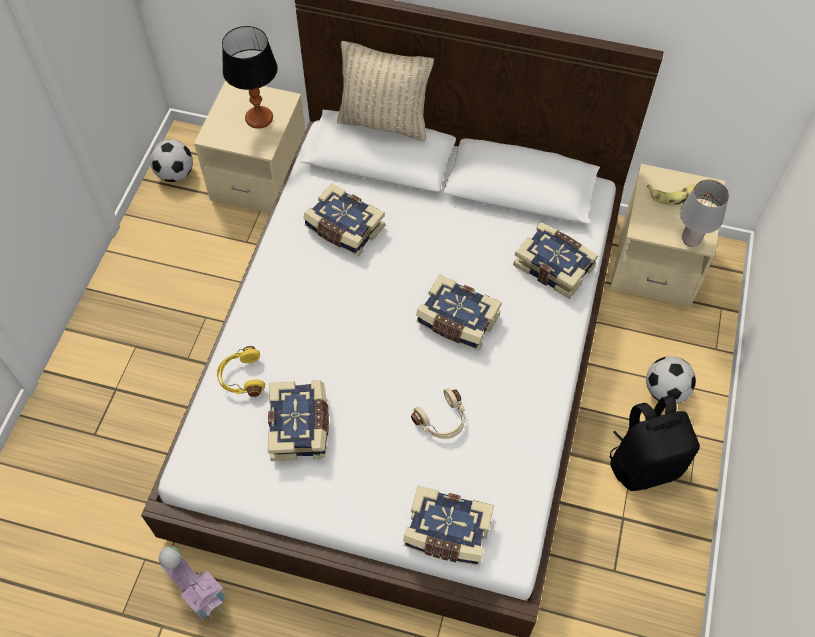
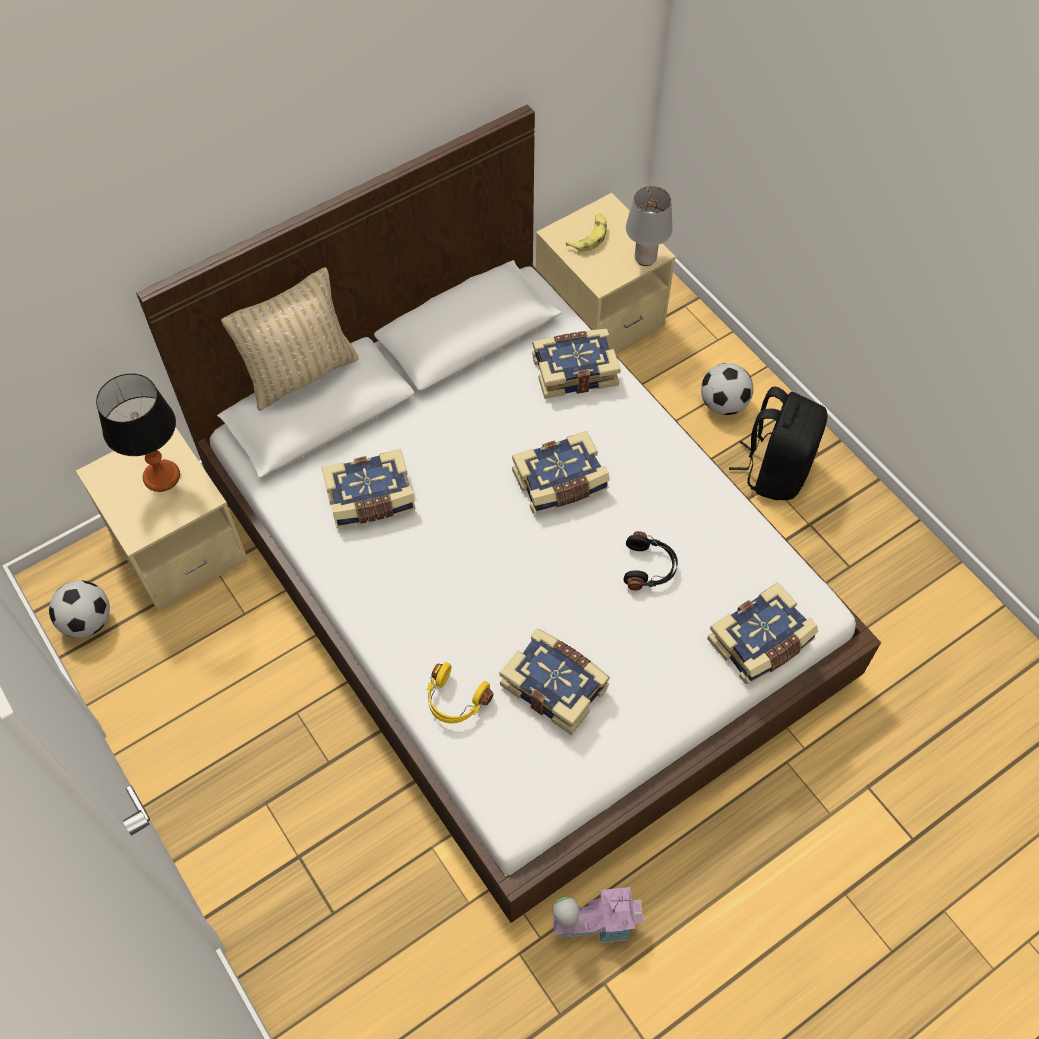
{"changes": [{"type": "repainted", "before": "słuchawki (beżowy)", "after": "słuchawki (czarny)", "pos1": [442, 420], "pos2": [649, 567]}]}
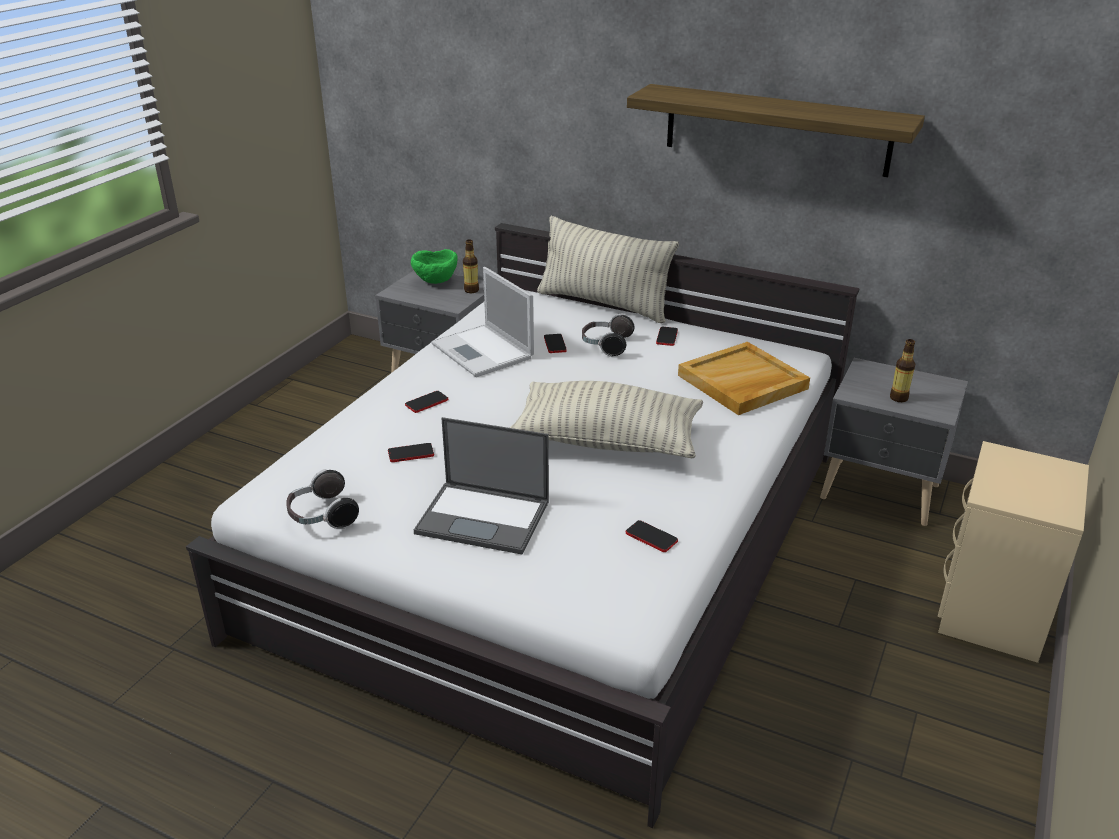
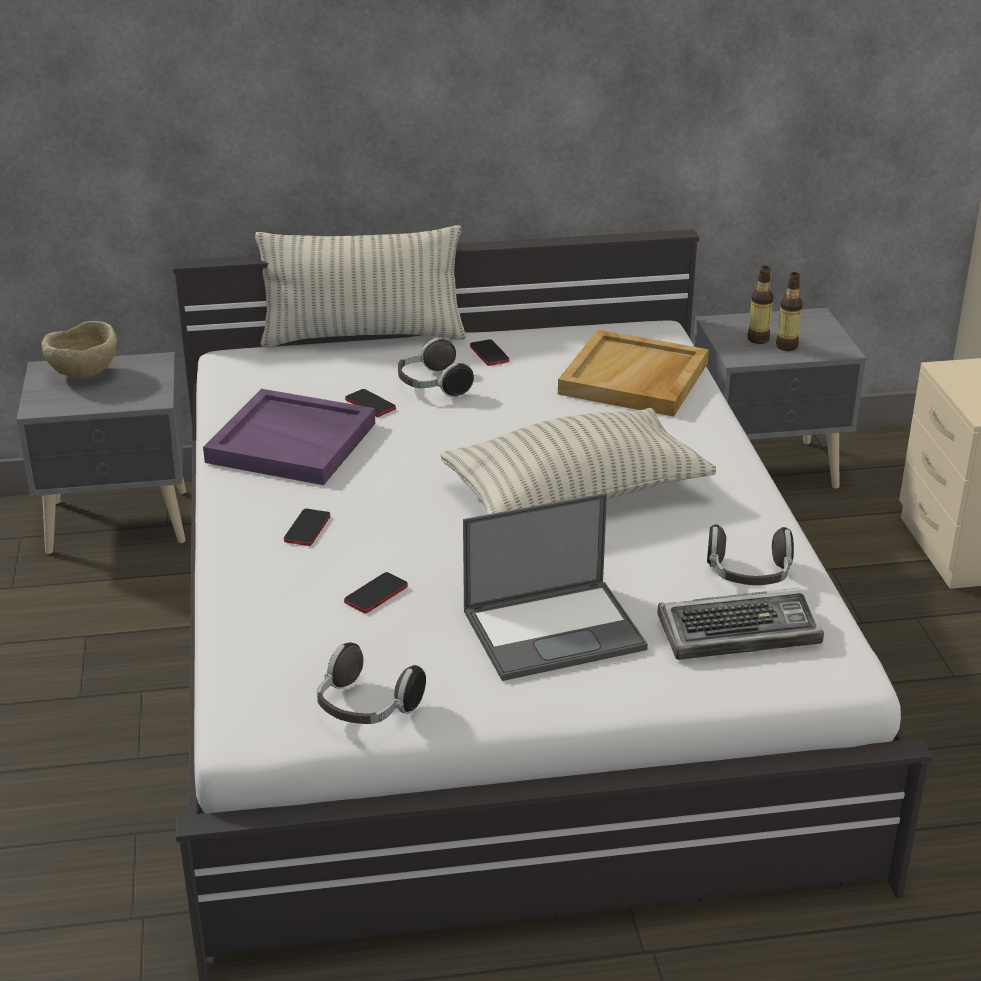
{"changes": [{"type": "repainted", "before": "miska (zielony)", "after": "miska (beżowy)", "pos1": [435, 283], "pos2": [84, 376]}, {"type": "swapped", "before": "laptop", "after": "taca (fioletowy)", "pos1": [483, 351], "pos2": [293, 442]}, {"type": "new", "after": "klawiatura", "pos2": [740, 632]}, {"type": "swapped", "before": "telefon", "after": "słuchawki", "pos1": [651, 537], "pos2": [748, 576]}, {"type": "shifted", "before": "butelka", "pos1": [471, 290], "pos2": [758, 339]}, {"type": "gone", "before": "półka", "pos1": [776, 130]}]}
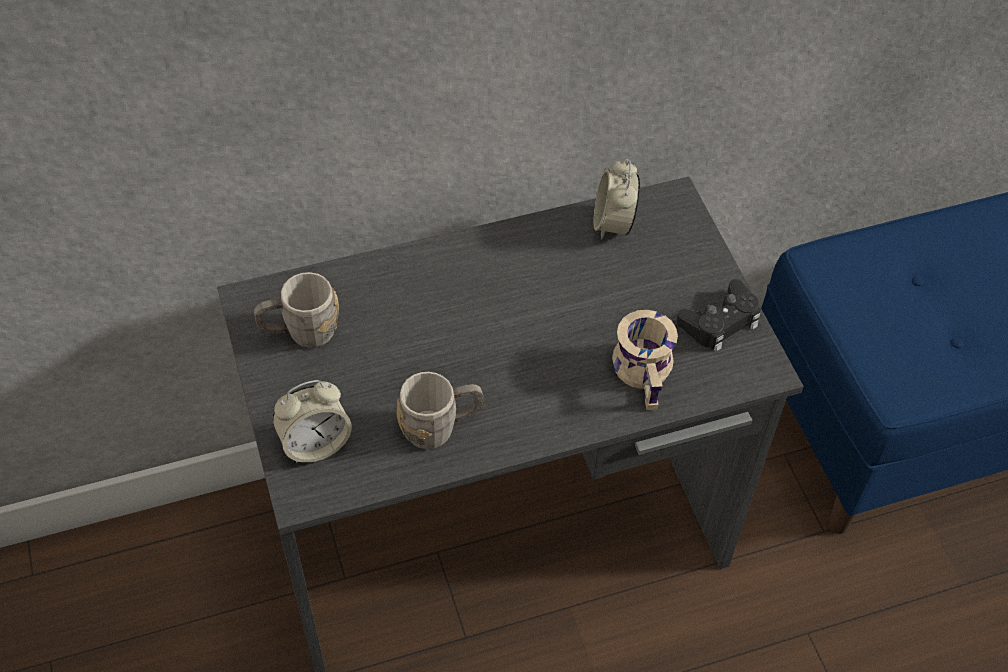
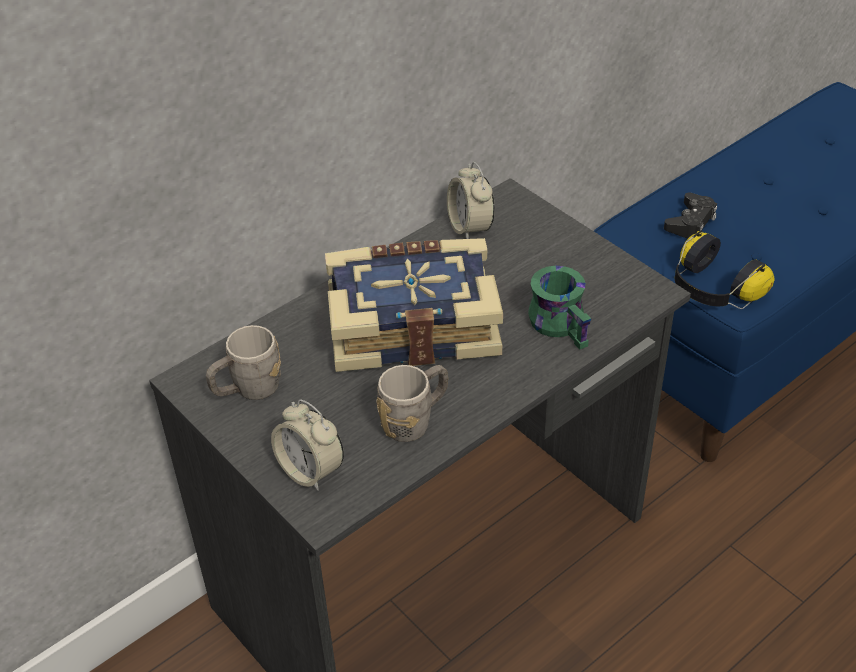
{"changes": [{"type": "rotated", "before": "budzik", "pos1": [315, 443], "pos2": [310, 471], "turn": 90}, {"type": "new", "after": "książka", "pos2": [412, 323]}, {"type": "repainted", "before": "kubek (beżowy)", "after": "kubek (zielony)", "pos1": [648, 373], "pos2": [564, 323]}, {"type": "shifted", "before": "pad do gier (czarny)", "pos1": [720, 322], "pos2": [691, 222]}, {"type": "new", "after": "słuchawki", "pos2": [712, 290]}]}
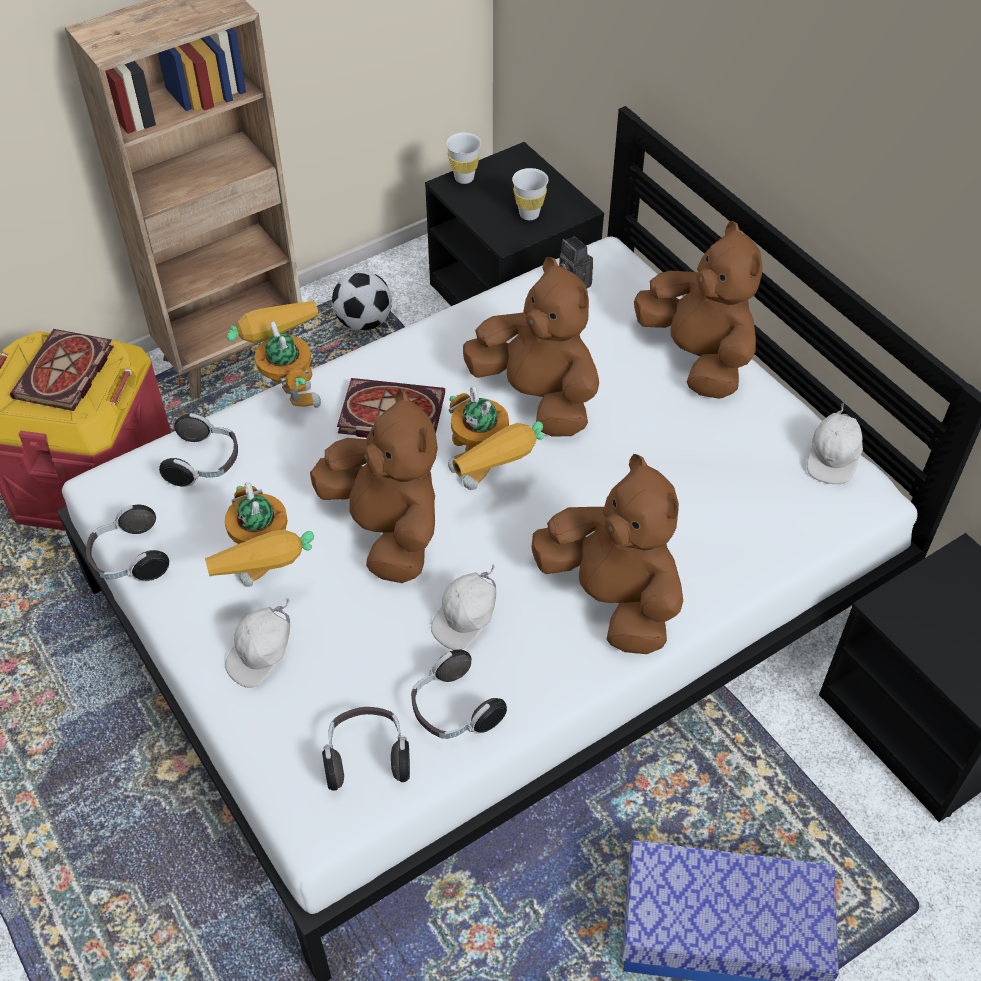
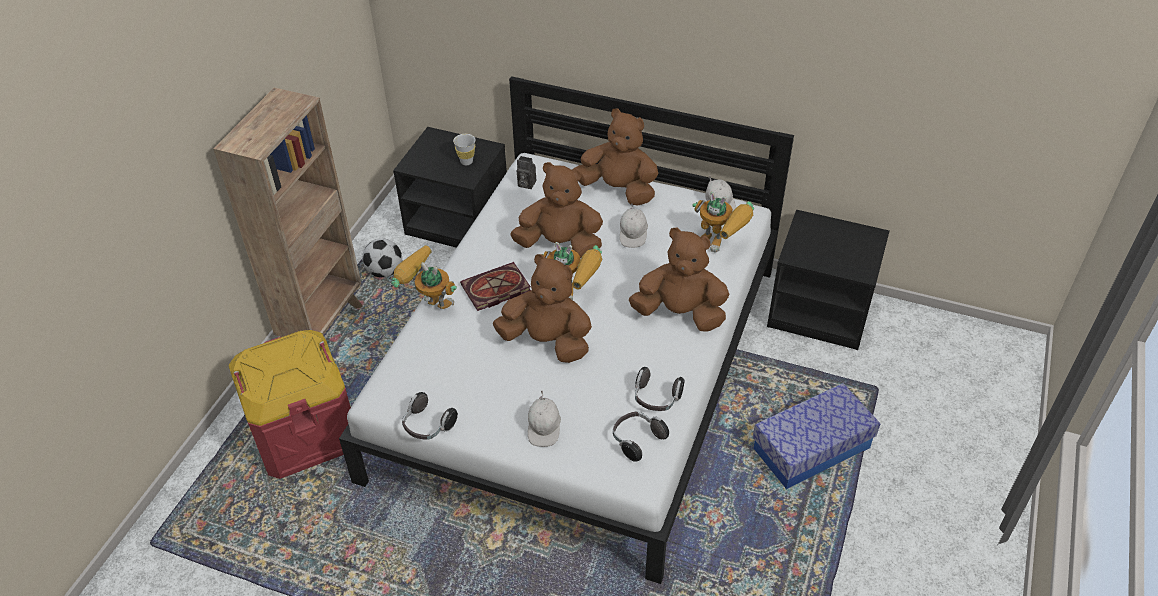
{"changes": [{"type": "shifted", "before": "czapka z daszkiem (biały)", "pos1": [467, 621], "pos2": [633, 234]}, {"type": "shifted", "before": "robot zabawkowy", "pos1": [267, 578], "pos2": [721, 245]}, {"type": "gone", "before": "książka", "pos1": [65, 375]}, {"type": "gone", "before": "słuchawki", "pos1": [205, 463]}, {"type": "gone", "before": "filiżanka (biały)", "pos1": [464, 178]}]}
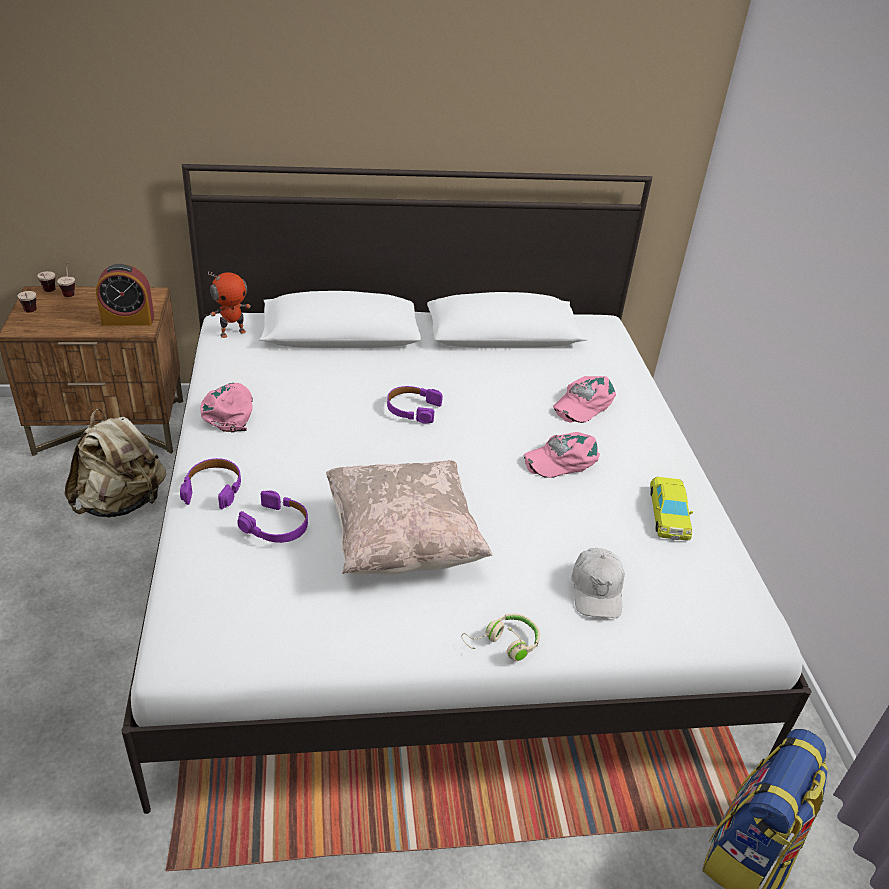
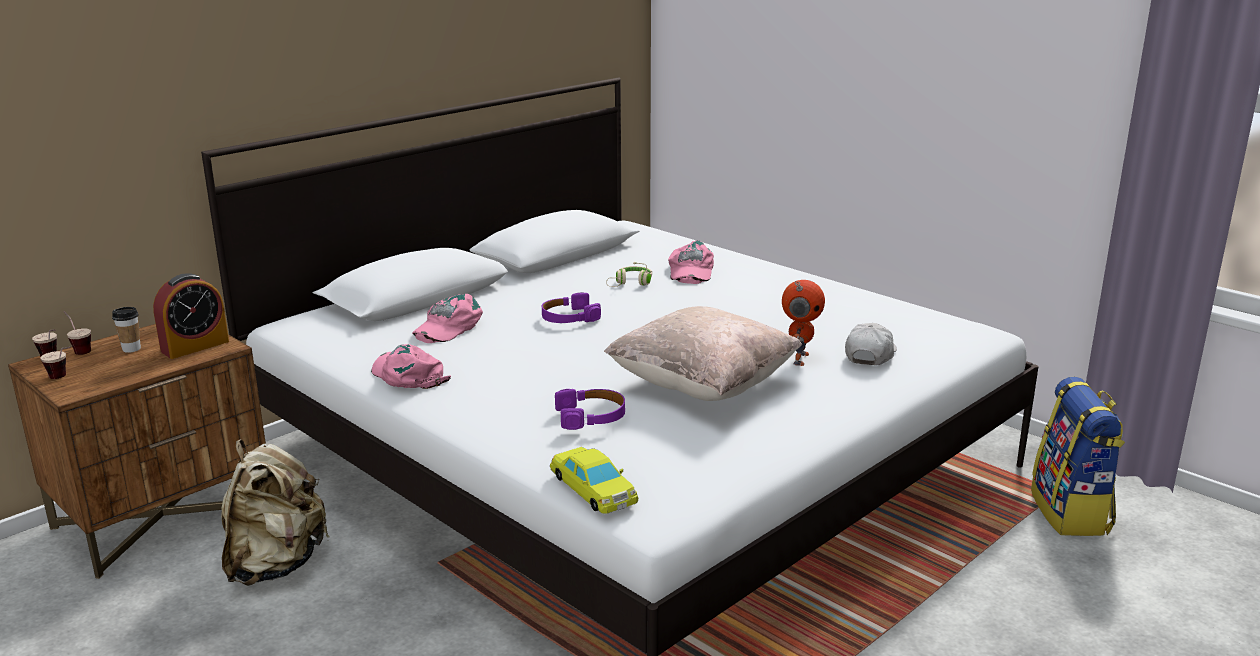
{"changes": [{"type": "new", "after": "filiżanka", "pos2": [131, 349]}, {"type": "shifted", "before": "czapka z daszkiem (różowy)", "pos1": [561, 459], "pos2": [448, 327]}, {"type": "shifted", "before": "samochodzik (żółty)", "pos1": [669, 513], "pos2": [593, 488]}, {"type": "shifted", "before": "słuchawki (beżowy)", "pos1": [504, 644], "pos2": [630, 283]}, {"type": "shifted", "before": "robot zabawkowy", "pos1": [232, 332], "pos2": [799, 358]}, {"type": "rotated", "before": "czapka z daszkiem (biały)", "pos1": [597, 590], "pos2": [870, 354], "turn": -120}, {"type": "gone", "before": "słuchawki (fioletowy)", "pos1": [213, 488]}]}
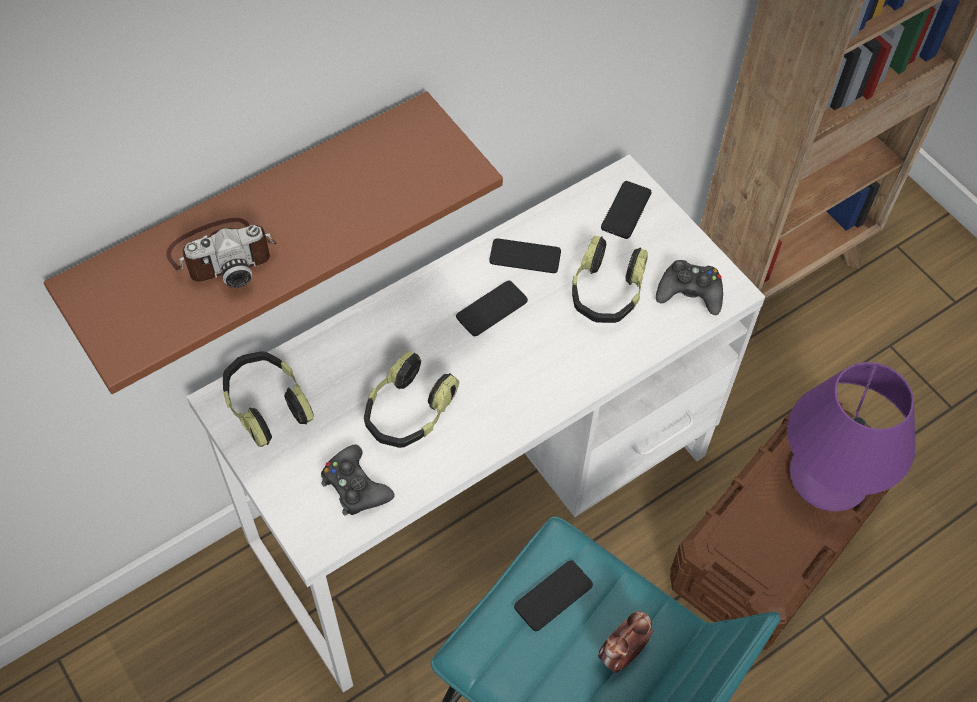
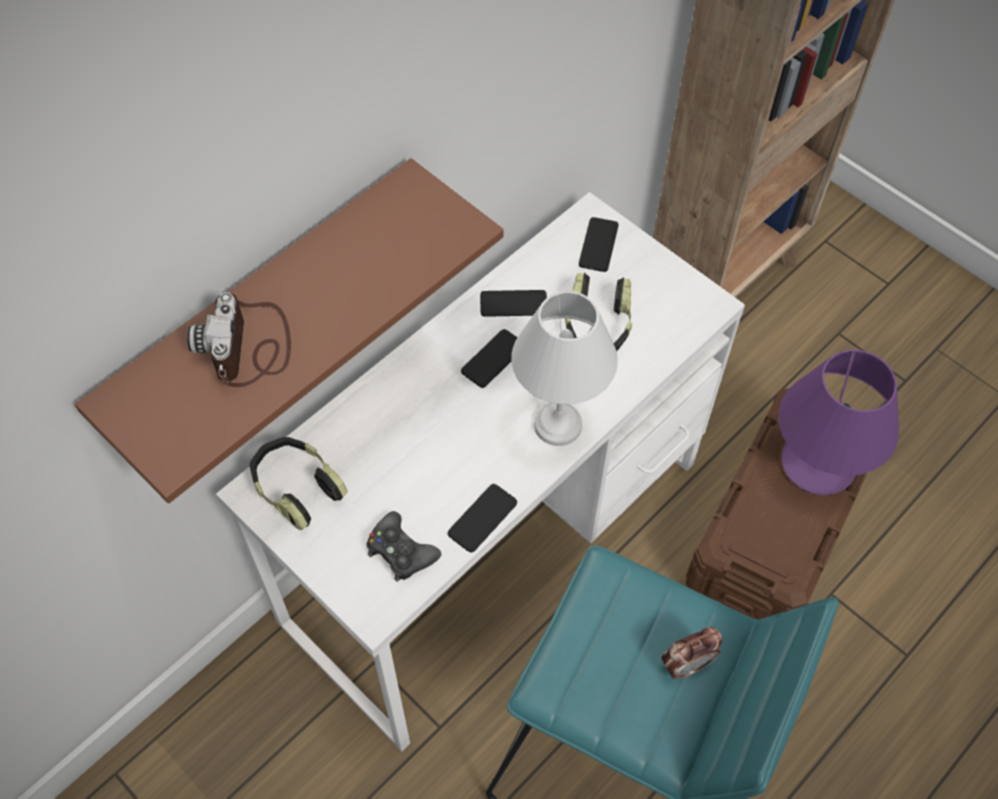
{"changes": [{"type": "rotated", "before": "aparat fotograficzny", "pos1": [223, 254], "pos2": [249, 347], "turn": 120}, {"type": "shifted", "before": "telefon", "pos1": [553, 596], "pos2": [482, 518]}, {"type": "new", "after": "lampa stołowa (biały)", "pos2": [560, 425]}, {"type": "rotated", "before": "budzik", "pos1": [622, 654], "pos2": [686, 664], "turn": -150}, {"type": "gone", "before": "słuchawki", "pos1": [408, 412]}, {"type": "gone", "before": "pad do gier (czarny)", "pos1": [690, 292]}]}
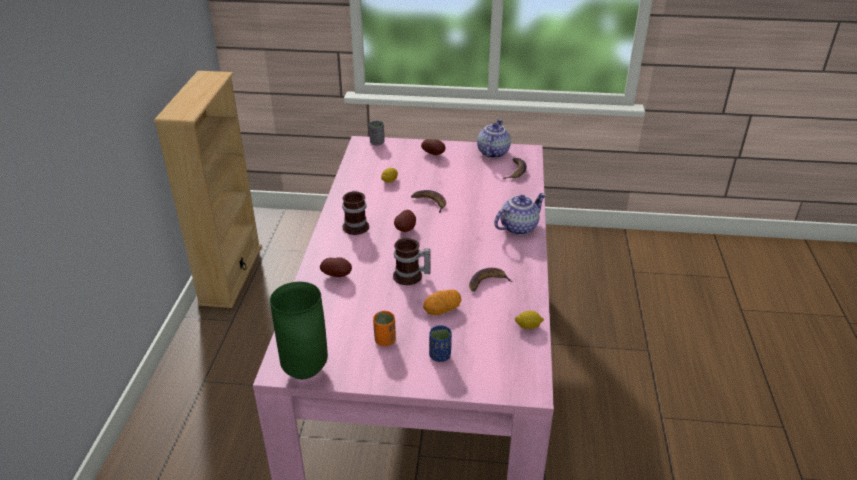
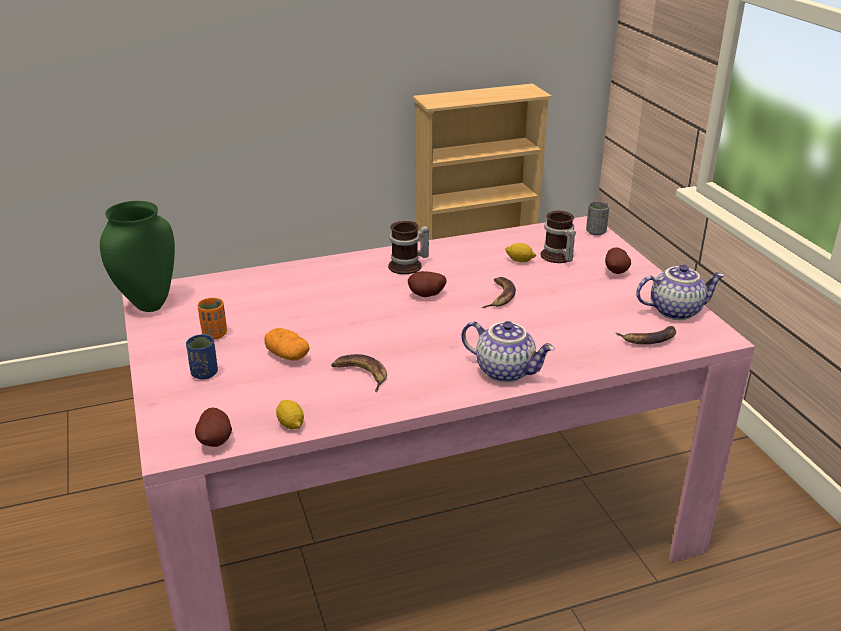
{"changes": [{"type": "shifted", "before": "ziemniak", "pos1": [338, 275], "pos2": [216, 441]}, {"type": "shifted", "before": "kubek", "pos1": [410, 277], "pos2": [557, 257]}]}
